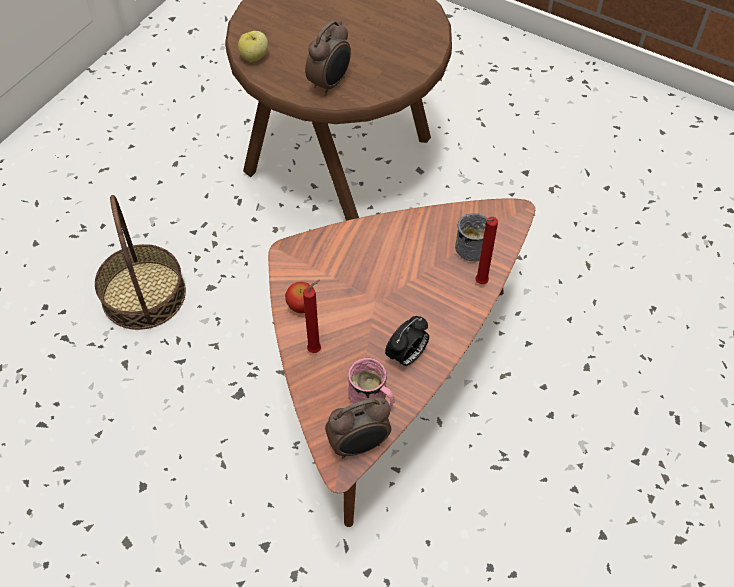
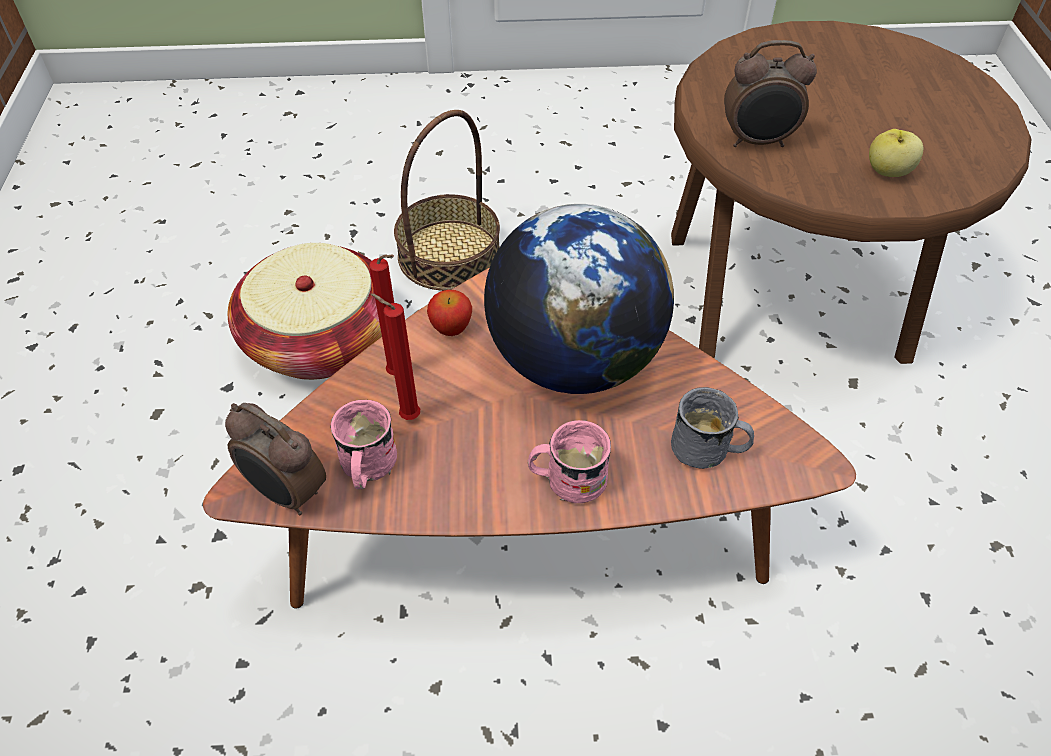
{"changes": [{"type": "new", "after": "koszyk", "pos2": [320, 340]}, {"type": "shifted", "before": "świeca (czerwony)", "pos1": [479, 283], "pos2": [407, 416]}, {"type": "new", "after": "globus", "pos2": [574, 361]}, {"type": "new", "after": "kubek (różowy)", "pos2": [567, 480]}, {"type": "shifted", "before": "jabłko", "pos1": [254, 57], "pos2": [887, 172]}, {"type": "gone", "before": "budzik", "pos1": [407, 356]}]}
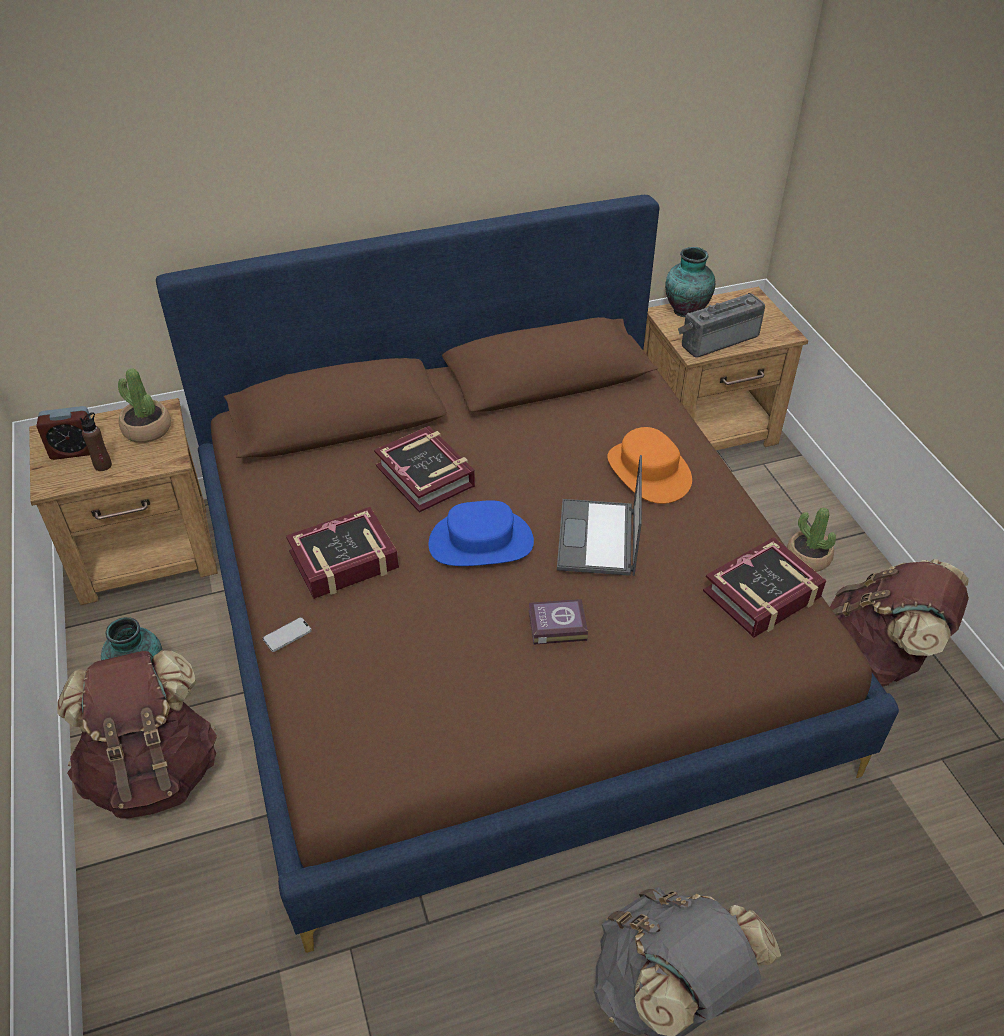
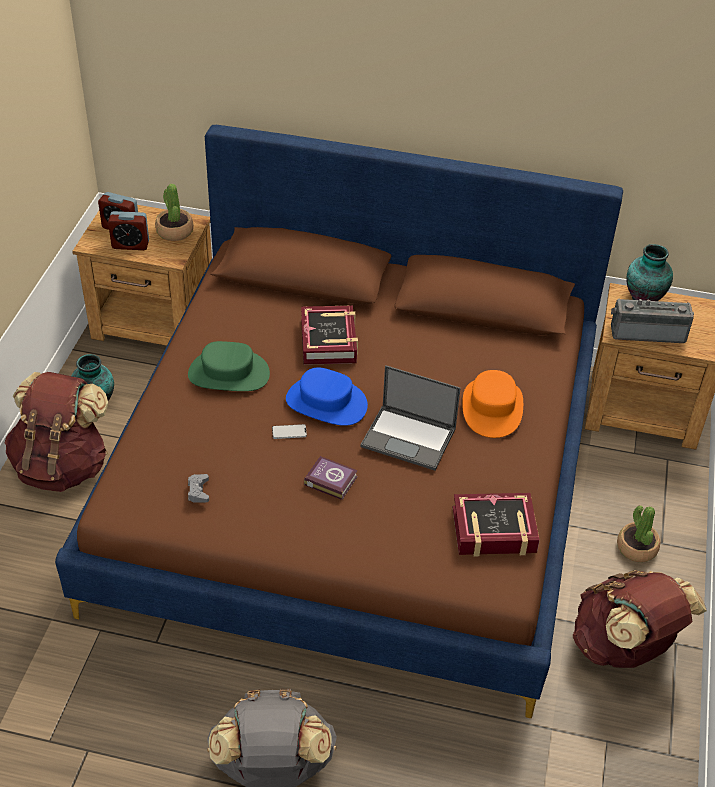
{"changes": [{"type": "swapped", "before": "butelka (brązowy)", "after": "budzik", "pos1": [103, 465], "pos2": [130, 245]}, {"type": "swapped", "before": "książka", "after": "kapelusz (zielony)", "pos1": [344, 561], "pos2": [228, 374]}, {"type": "new", "after": "pad do gier (szary)", "pos2": [198, 491]}, {"type": "shifted", "before": "telefon", "pos1": [287, 635], "pos2": [289, 432]}, {"type": "rotated", "before": "laptop", "pos1": [598, 539], "pos2": [409, 437], "turn": -105}]}
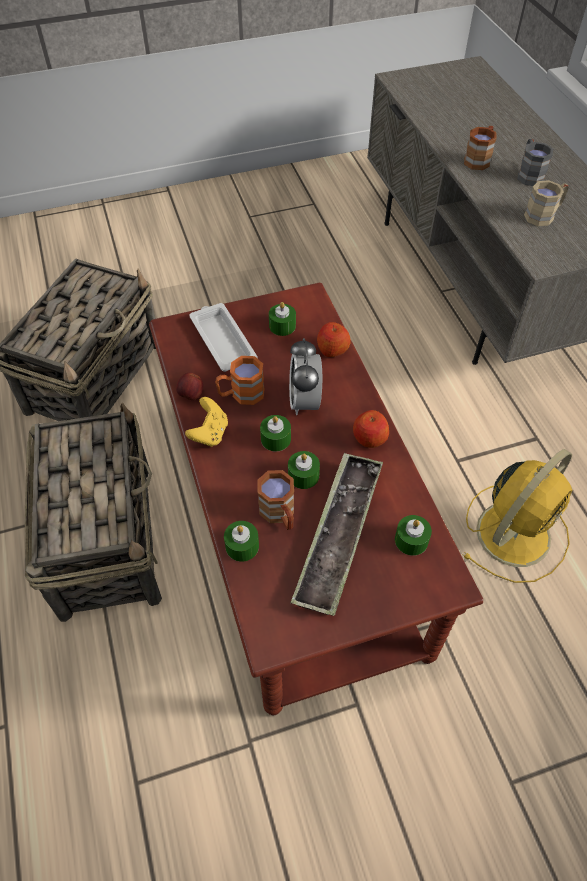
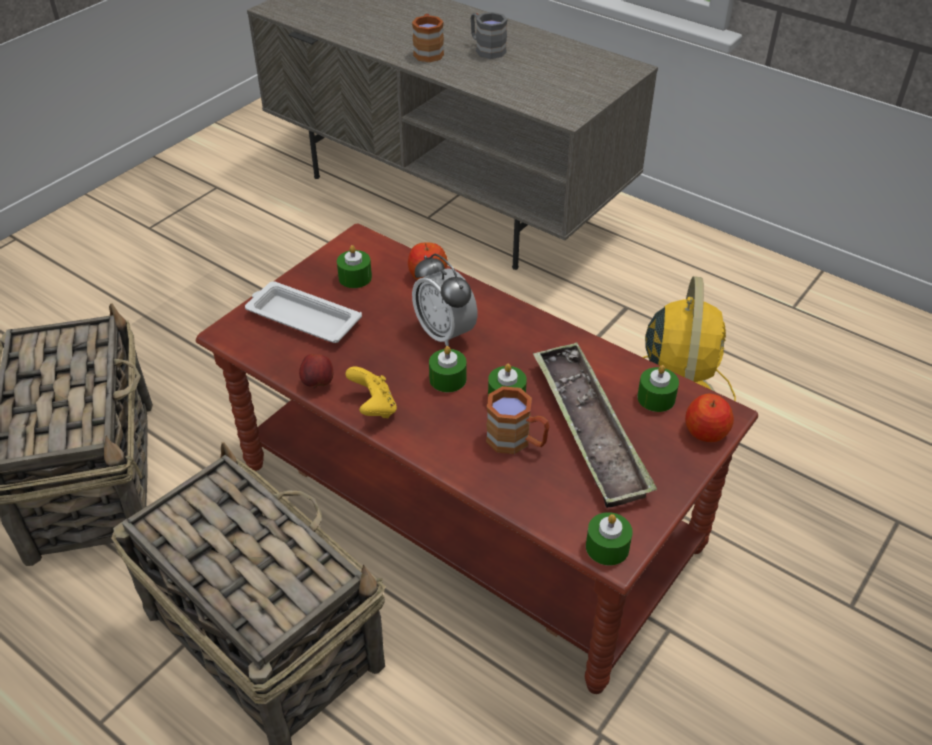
{"changes": [{"type": "shifted", "before": "świeca (zielony)", "pos1": [242, 546], "pos2": [607, 547]}, {"type": "shifted", "before": "jabłko", "pos1": [369, 438], "pos2": [706, 432]}, {"type": "gone", "before": "kubek (pomarańczowy)", "pos1": [241, 394]}, {"type": "gone", "before": "kubek (beżowy)", "pos1": [543, 215]}]}
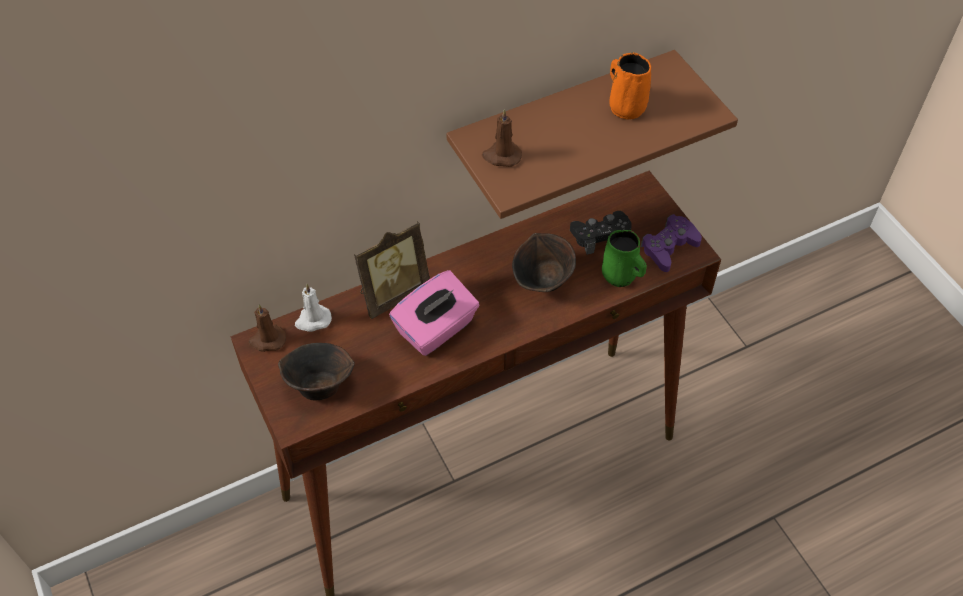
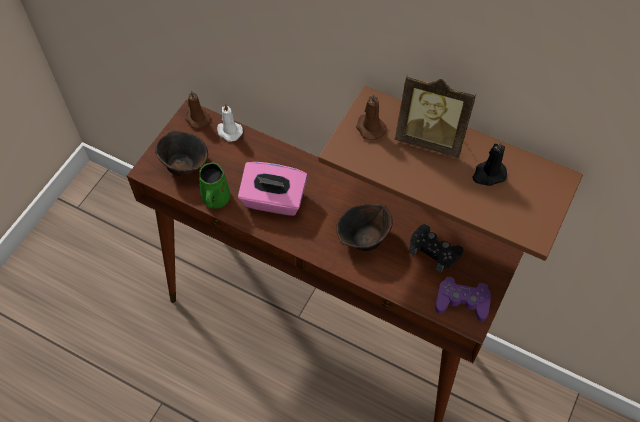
{"changes": [{"type": "shifted", "before": "kubek (zielony)", "pos1": [620, 276], "pos2": [215, 200]}, {"type": "shifted", "before": "ramka na zdjęcie", "pos1": [392, 293], "pos2": [430, 138]}, {"type": "swapped", "before": "kubek (pomarańczowy)", "after": "świeca (czarny)", "pos1": [626, 106], "pos2": [488, 174]}]}
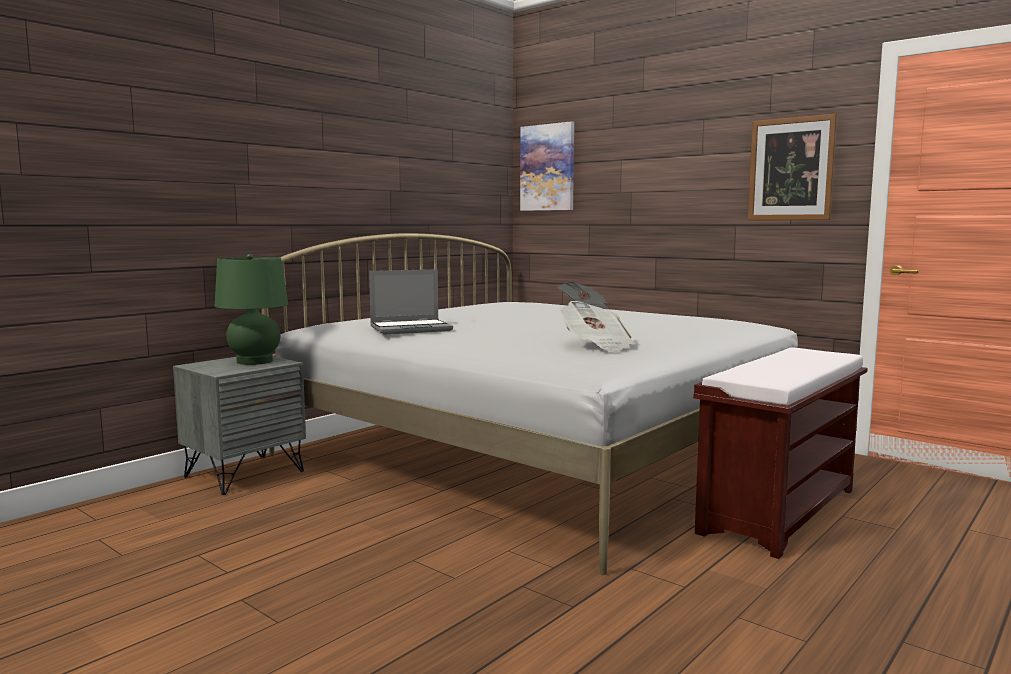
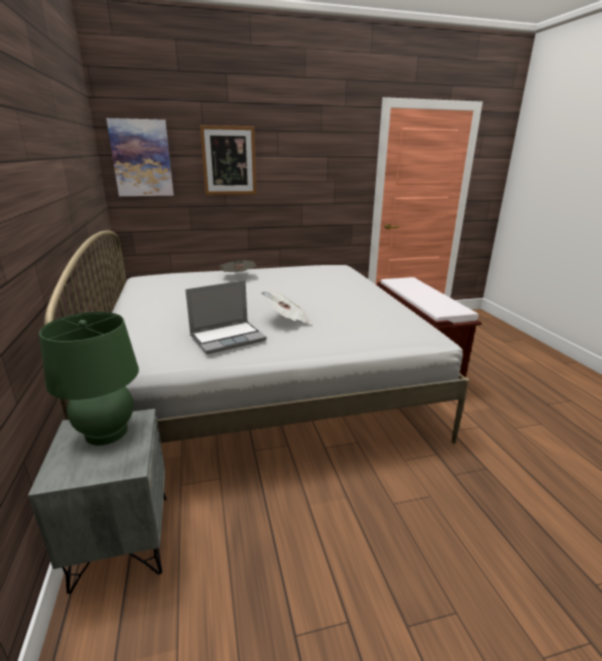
{"changes": [{"type": "rotated", "before": "laptop", "pos1": [411, 329], "pos2": [228, 338], "turn": 45}, {"type": "shifted", "before": "obraz", "pos1": [791, 169], "pos2": [229, 161]}, {"type": "shifted", "before": "gazeta", "pos1": [597, 346], "pos2": [287, 320]}]}
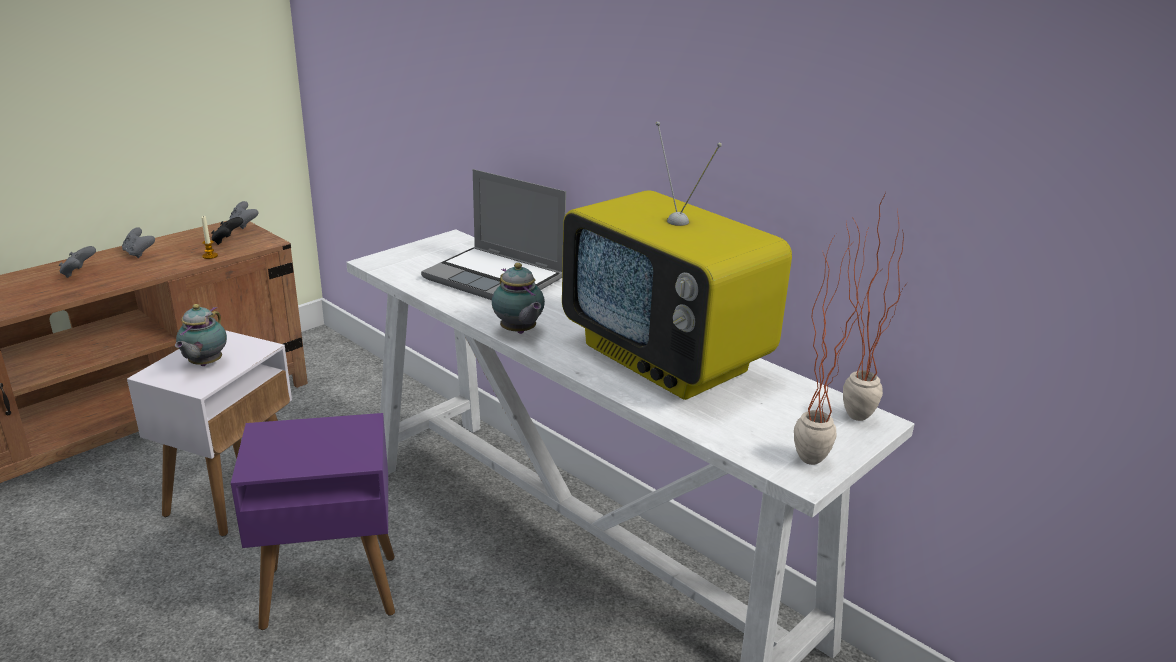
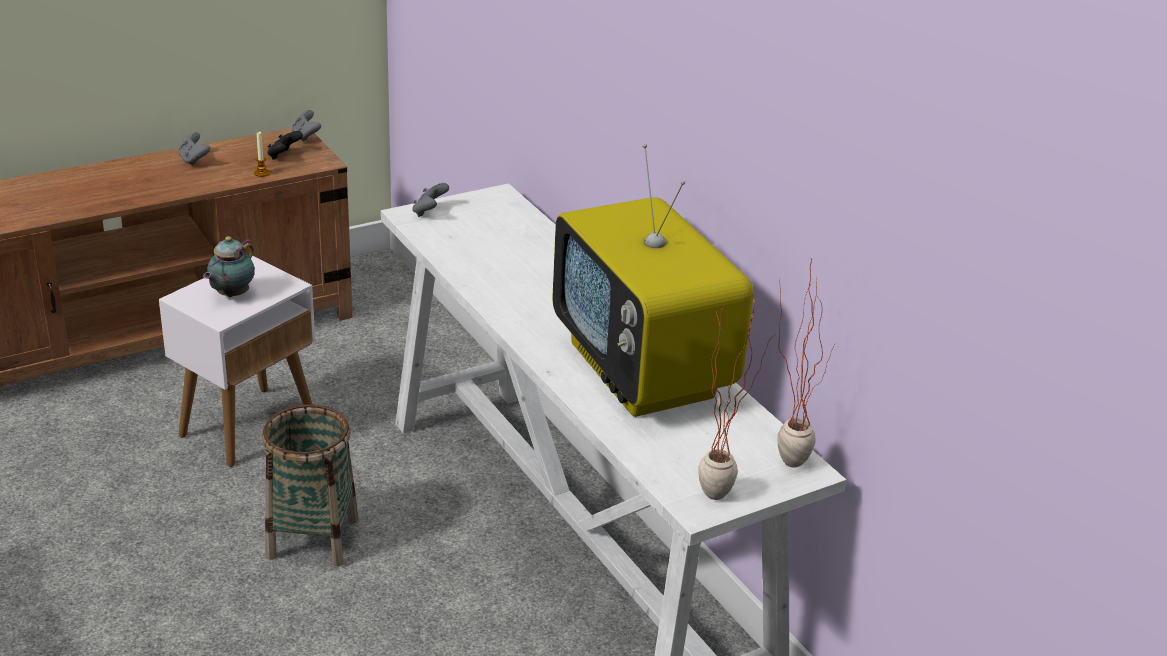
{"changes": [{"type": "swapped", "before": "stolik (fioletowy)", "after": "koszyk", "pos1": [328, 591], "pos2": [312, 538]}, {"type": "shifted", "before": "pad do gier (szary)", "pos1": [79, 273], "pos2": [429, 212]}, {"type": "gone", "before": "laptop", "pos1": [497, 278]}, {"type": "gone", "before": "imbryk", "pos1": [518, 332]}]}
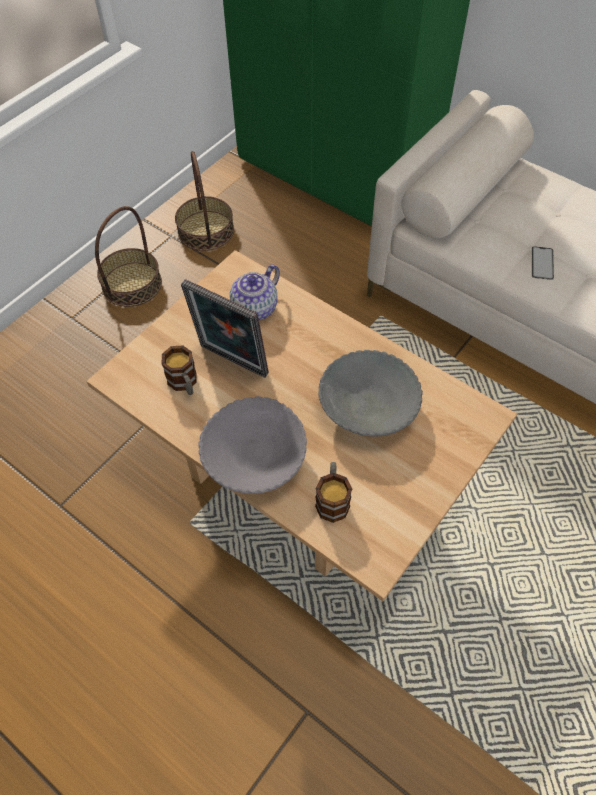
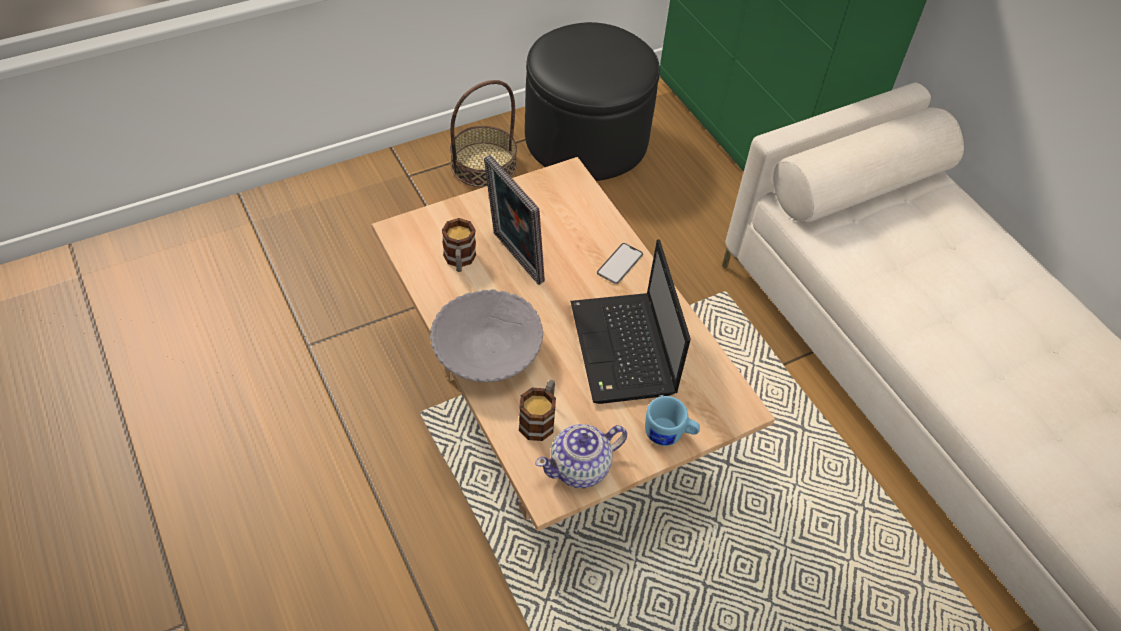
{"changes": [{"type": "swapped", "before": "koszyk", "after": "pufa (czarny)", "pos1": [206, 230], "pos2": [586, 139]}, {"type": "shifted", "before": "imbryk", "pos1": [255, 308], "pos2": [580, 468]}, {"type": "swapped", "before": "miska (szary)", "after": "laptop", "pos1": [368, 407], "pos2": [624, 351]}, {"type": "shifted", "before": "telefon", "pos1": [542, 263], "pos2": [620, 264]}, {"type": "new", "after": "kubek (niebieski)", "pos2": [669, 435]}]}
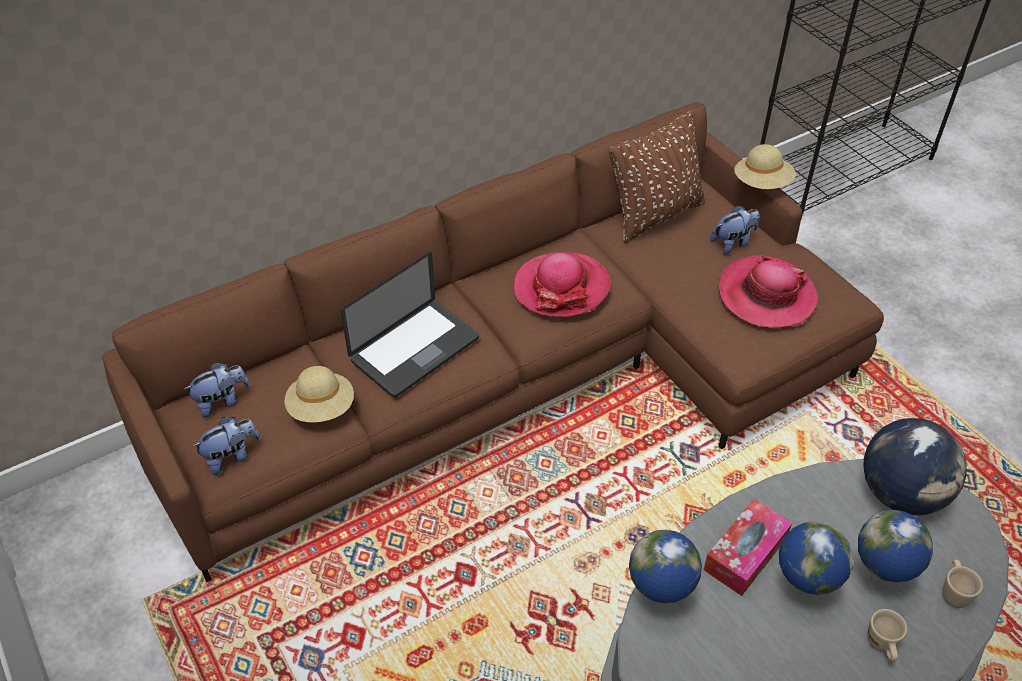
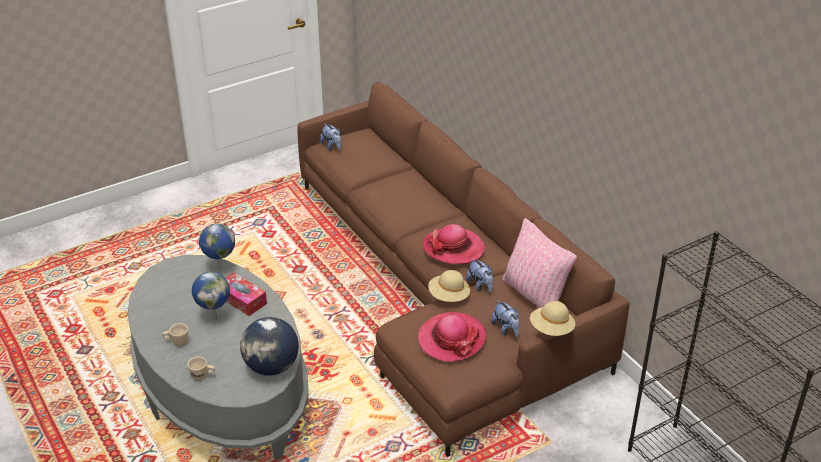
{"changes": [{"type": "shifted", "before": "kapelusz (beżowy)", "pos1": [321, 408], "pos2": [448, 296]}, {"type": "shifted", "before": "pluszak", "pos1": [222, 402], "pos2": [480, 286]}, {"type": "repainted", "before": "poduszka (brązowy)", "after": "poduszka (różowy)", "pos1": [655, 215], "pos2": [534, 295]}, {"type": "gone", "before": "laptop", "pos1": [415, 349]}, {"type": "gone", "before": "globus", "pos1": [878, 582]}]}
